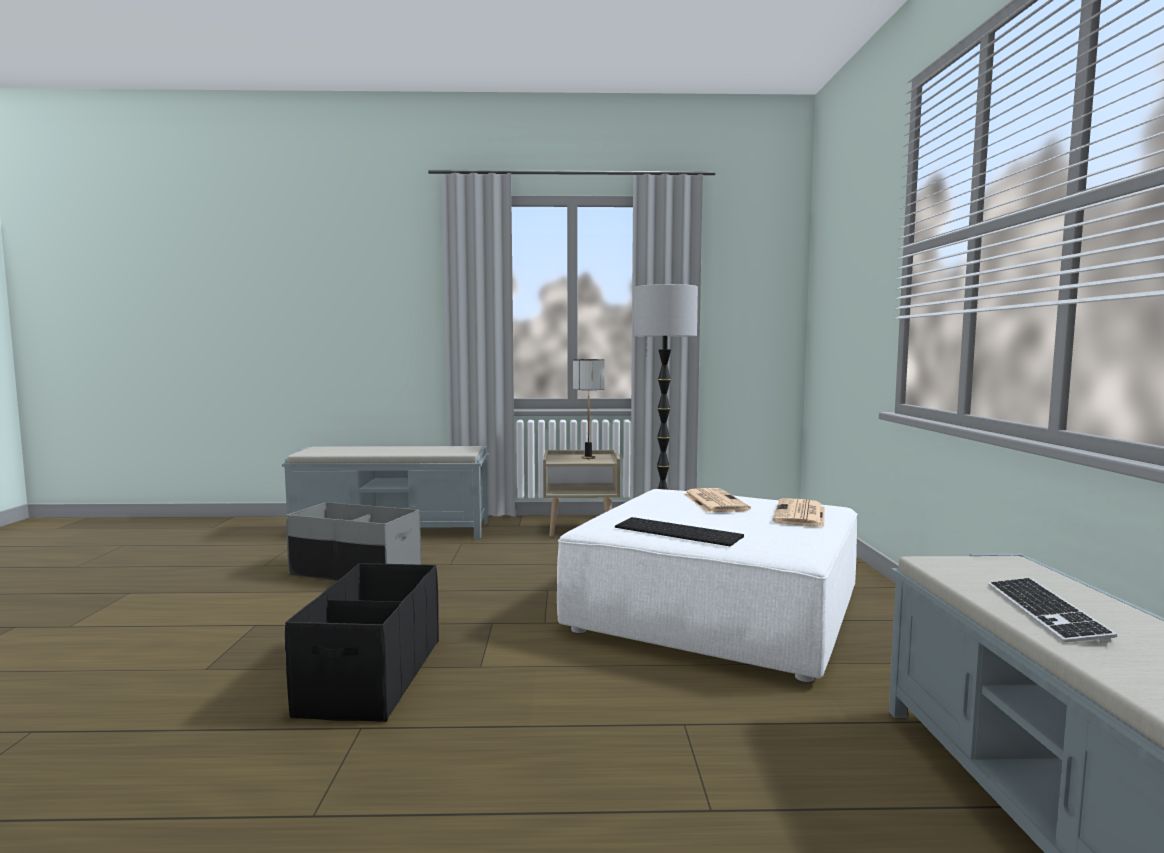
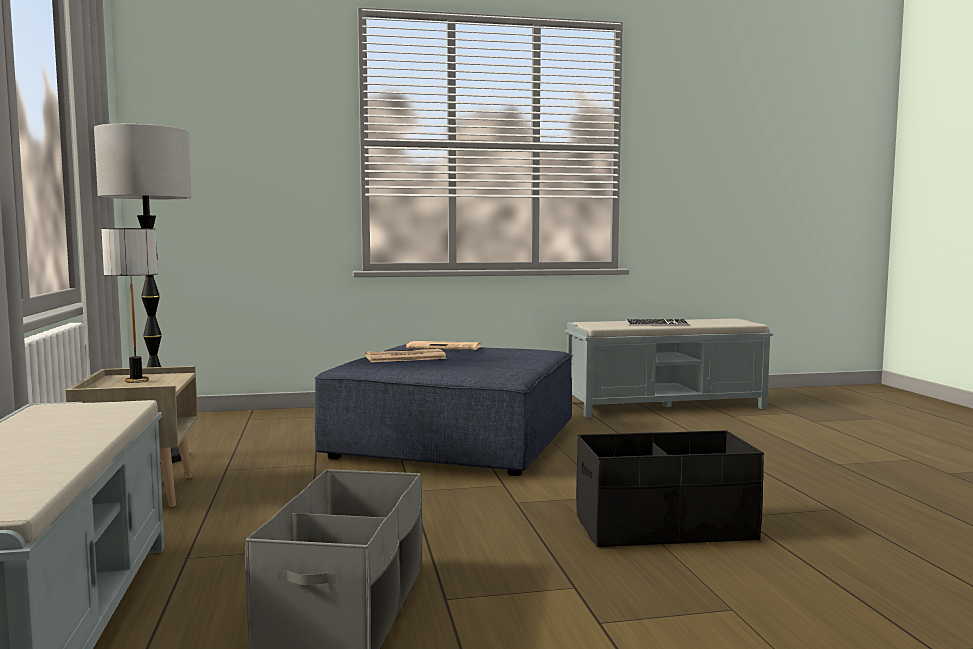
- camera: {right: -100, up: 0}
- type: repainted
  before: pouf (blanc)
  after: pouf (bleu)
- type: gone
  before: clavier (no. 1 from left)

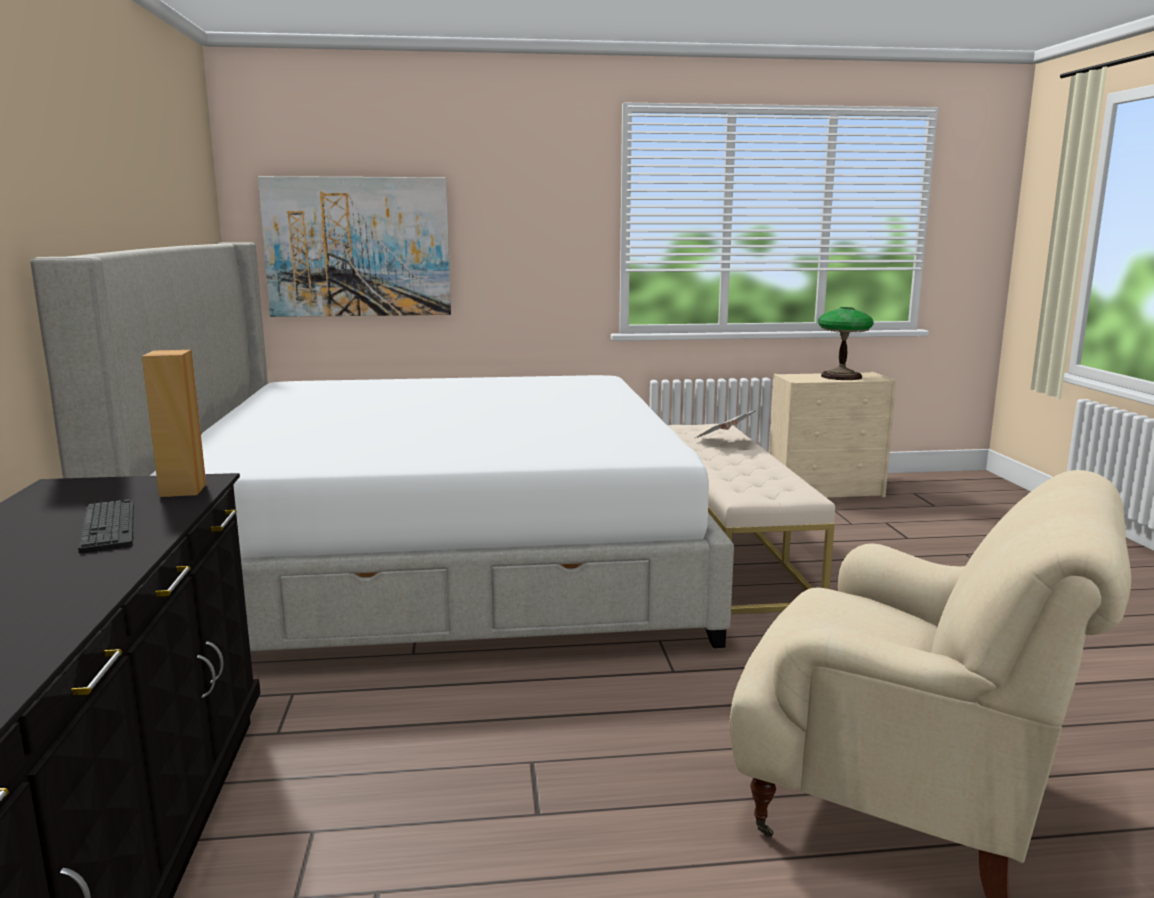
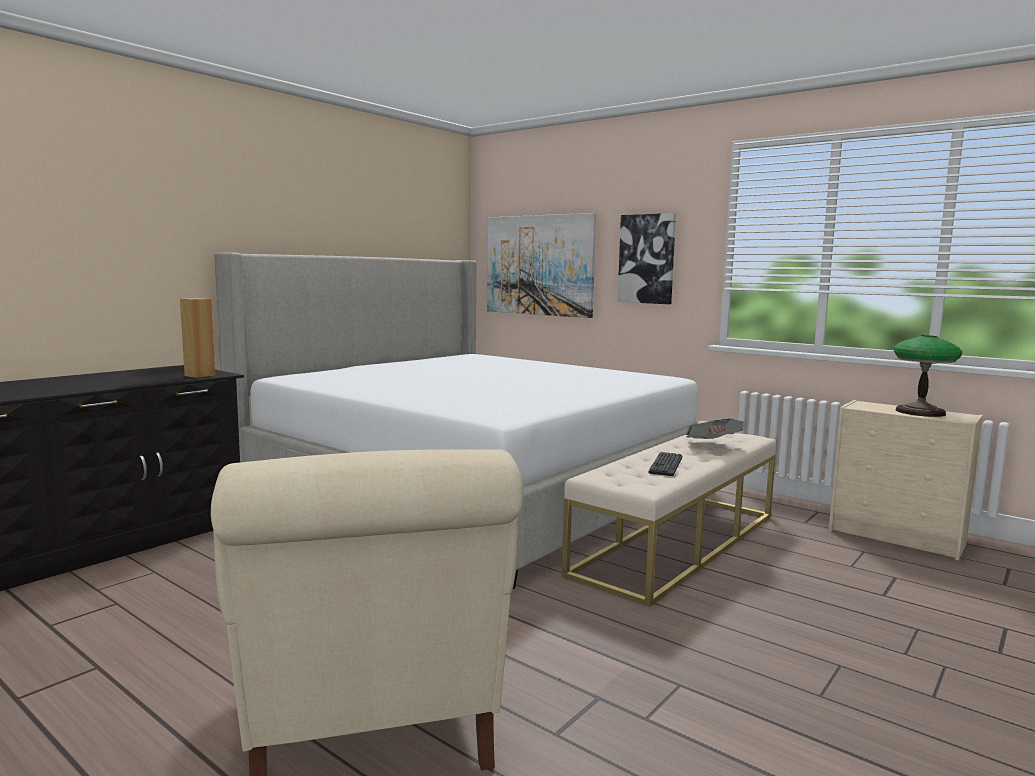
- camera: {right: 45, up: -5}
- type: shifted
  before: clavier
- type: new
  after: tableau (no. 2 from left)

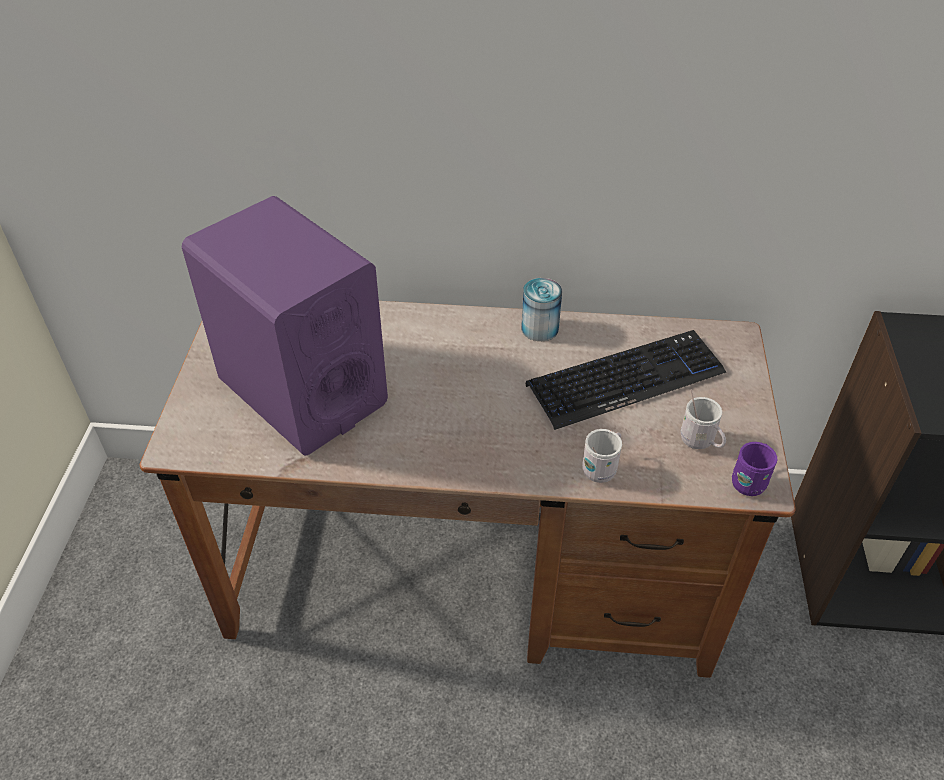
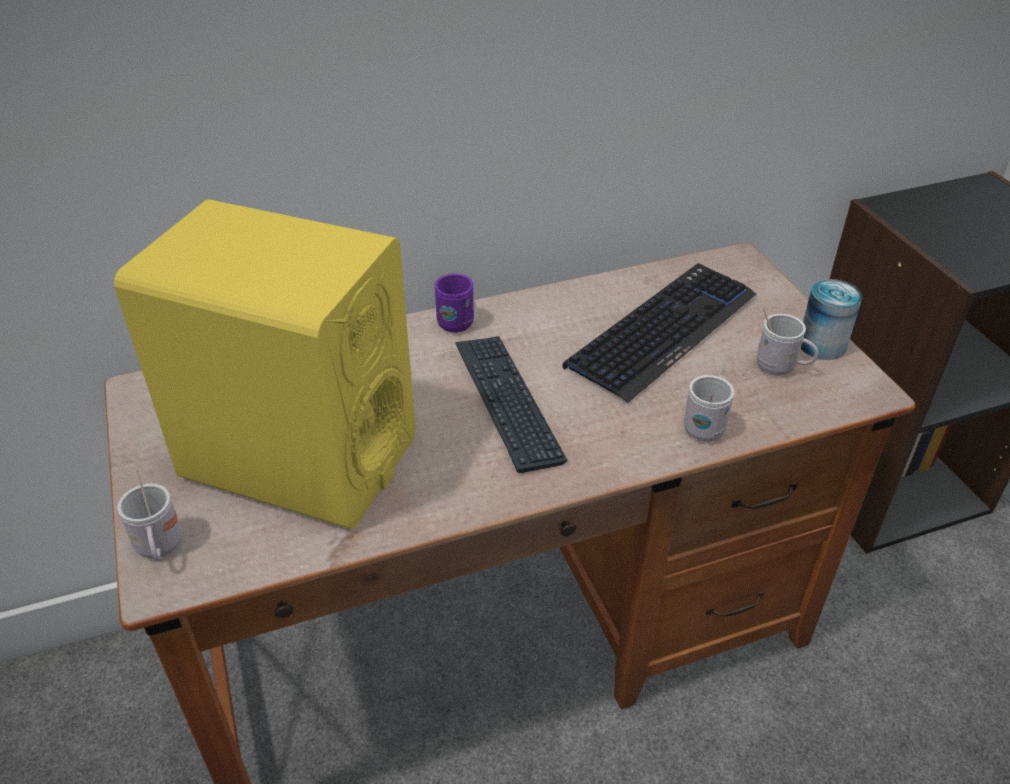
- camera: {right: -25, up: -5}
- type: repainted
  before: enceinte (violet)
  after: enceinte (jaune)
- type: shifted
  before: boîte métallique
- type: shifted
  before: mug (violet)
- type: new
  after: mug (blanc) (no. 1 from left)
- type: new
  after: clavier (no. 1 from left)

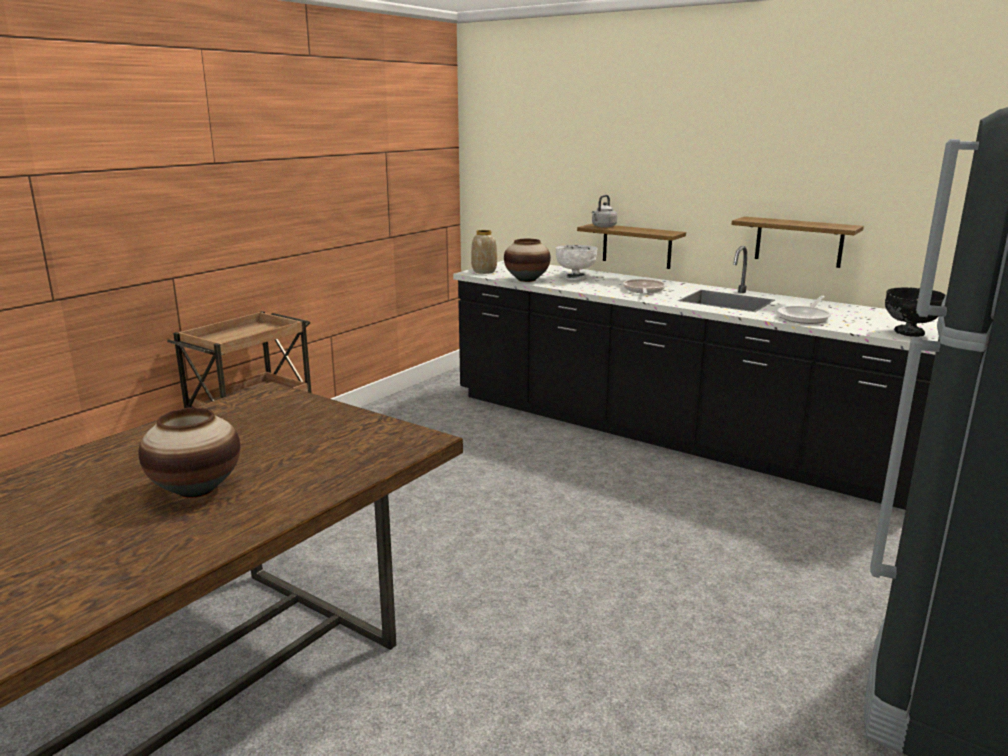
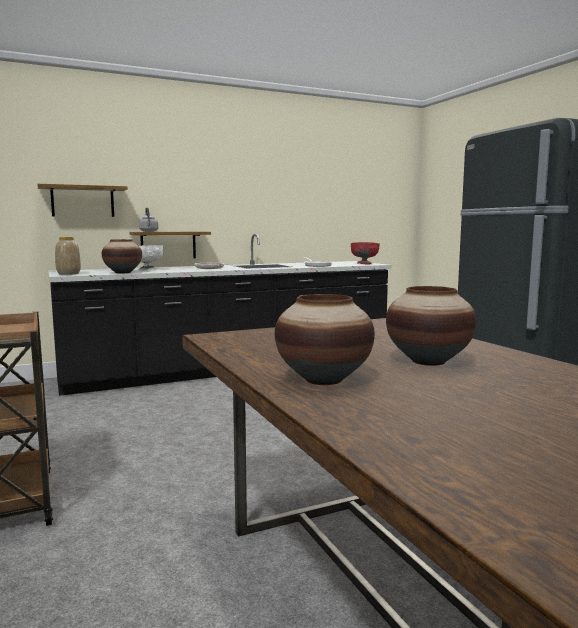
- camera: {right: -60, up: -10}
- type: shifted
  before: étagère (no. 2 from left in the first image)
  after: étagère (no. 1 from left)
- type: repainted
  before: bol (noir)
  after: bol (rouge)
- type: new
  after: vase (no. 3 from left)

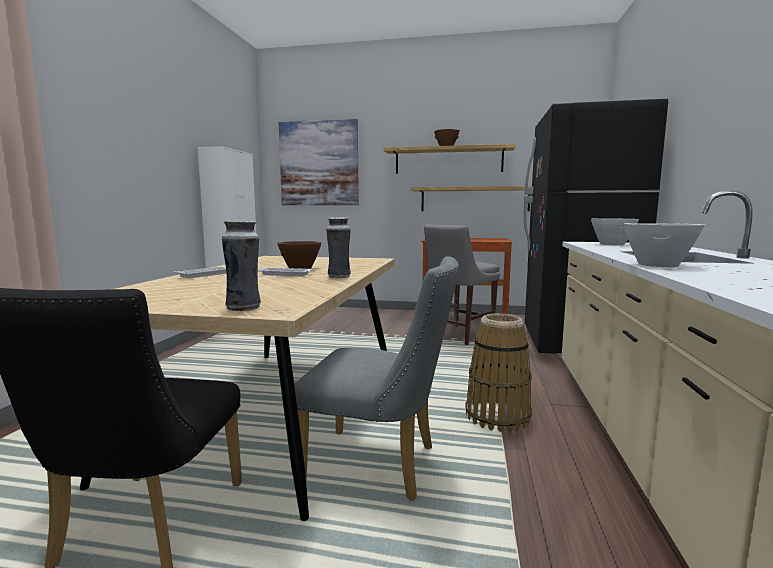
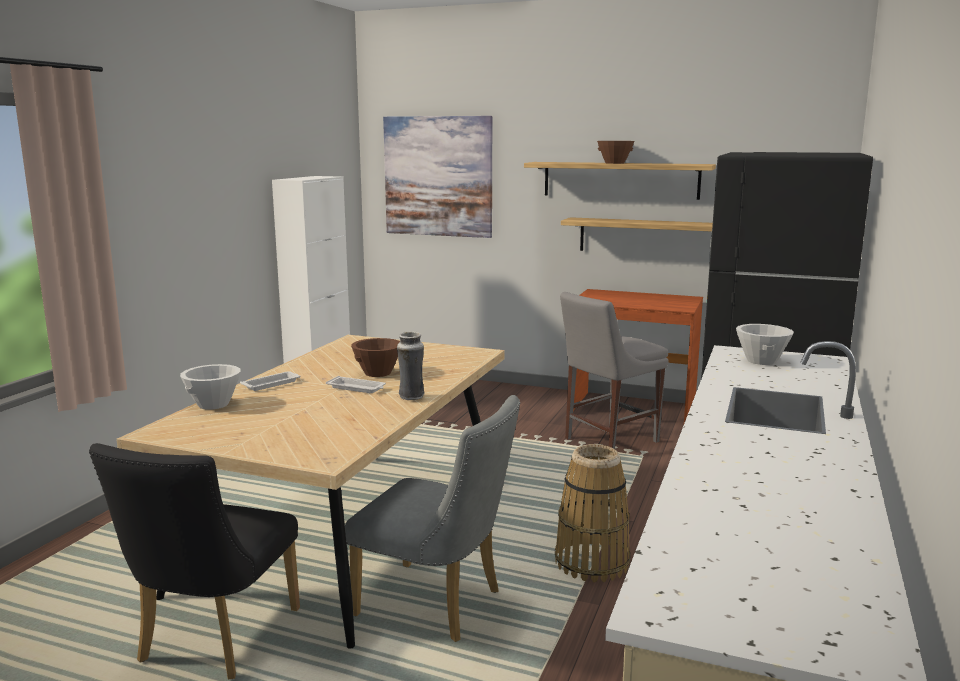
- camera: {right: 10, up: 5}
- type: gone
  before: vase (no. 1 from left)
- type: shifted
  before: bol (blanc) (no. 2 from left in the first image)
  after: bol (blanc) (no. 1 from left)

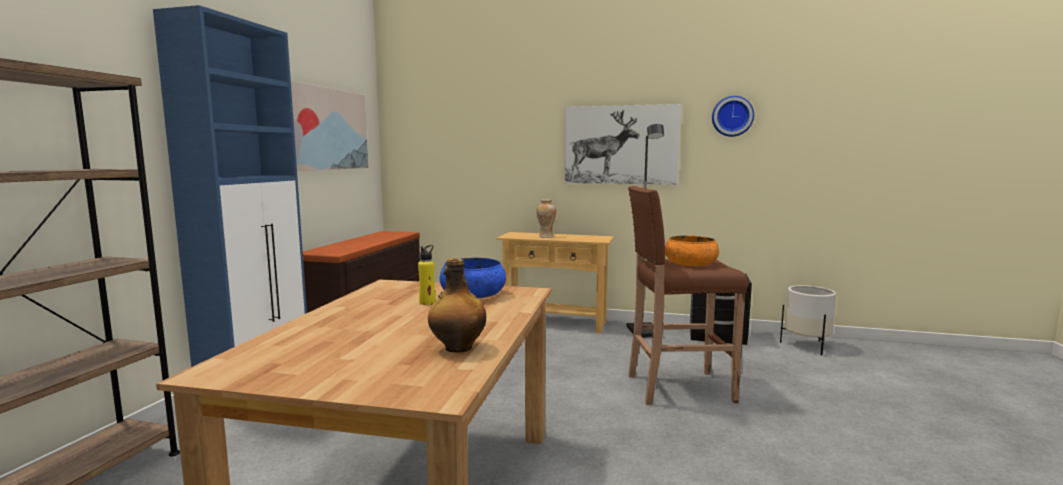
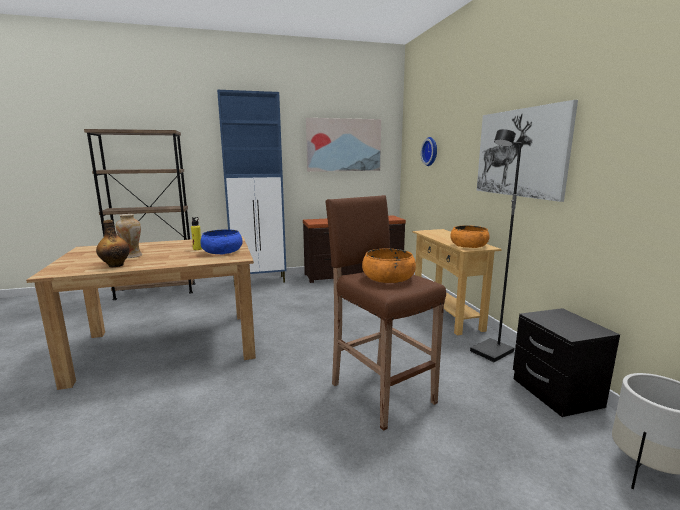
- camera: {right: 60, up: 5}
- type: shifted
  before: vase
- type: shifted
  before: horloge murale
- type: new
  after: bol (orange) (no. 2 from left)

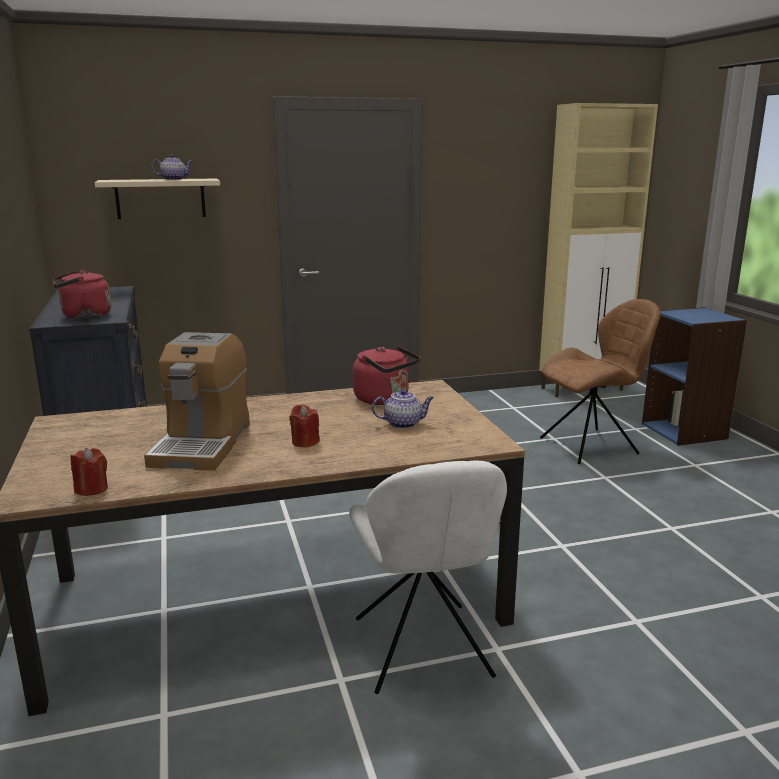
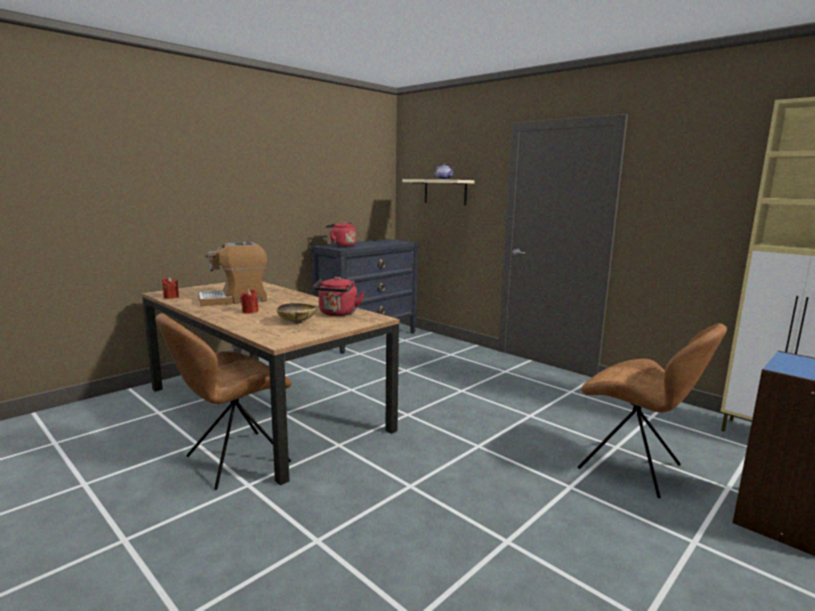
- camera: {right: 60, up: -5}
- type: repainted
  before: chaise (blanc)
  after: chaise (marron) (no. 1 from left)
- type: swapped
  before: théière (no. 2 from left)
  after: bol (beige)

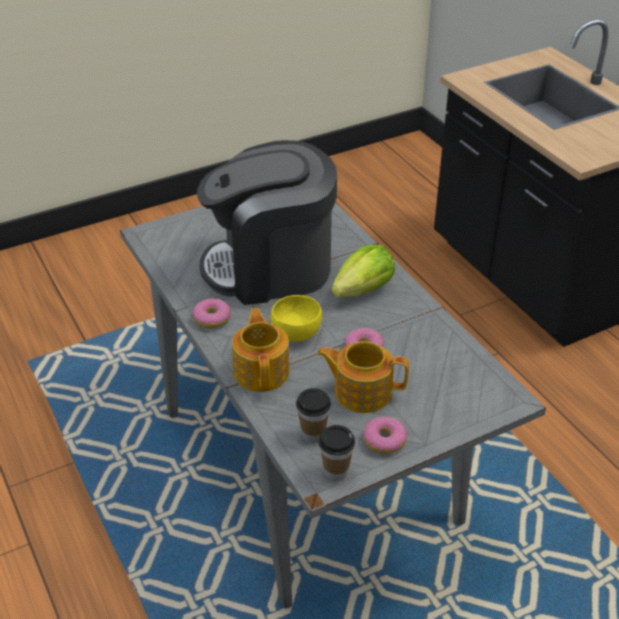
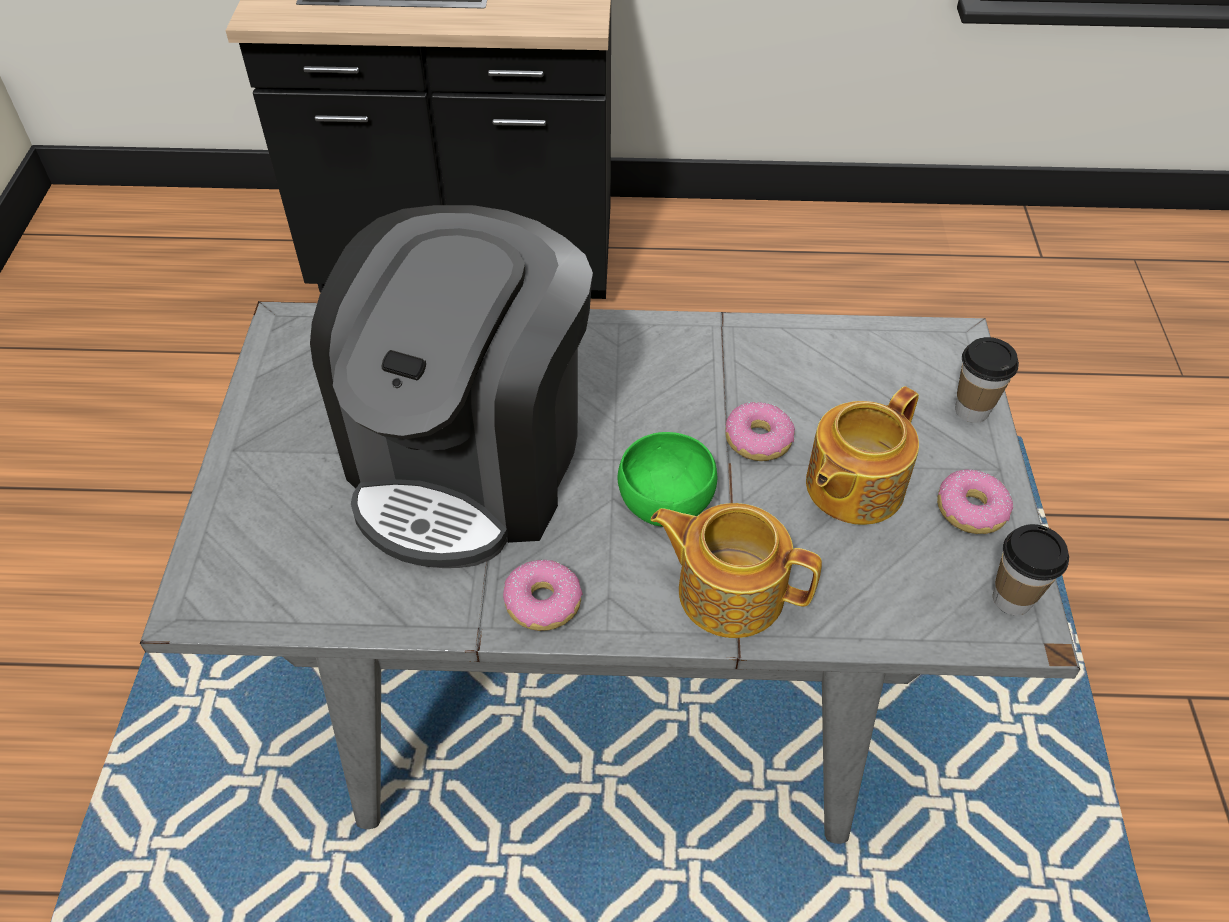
- camera: {right: -60, up: 10}
- type: repainted
  before: bol (jaune)
  after: bol (vert)
- type: shifted
  before: tasse (no. 1 from left)
- type: gone
  before: laitue

